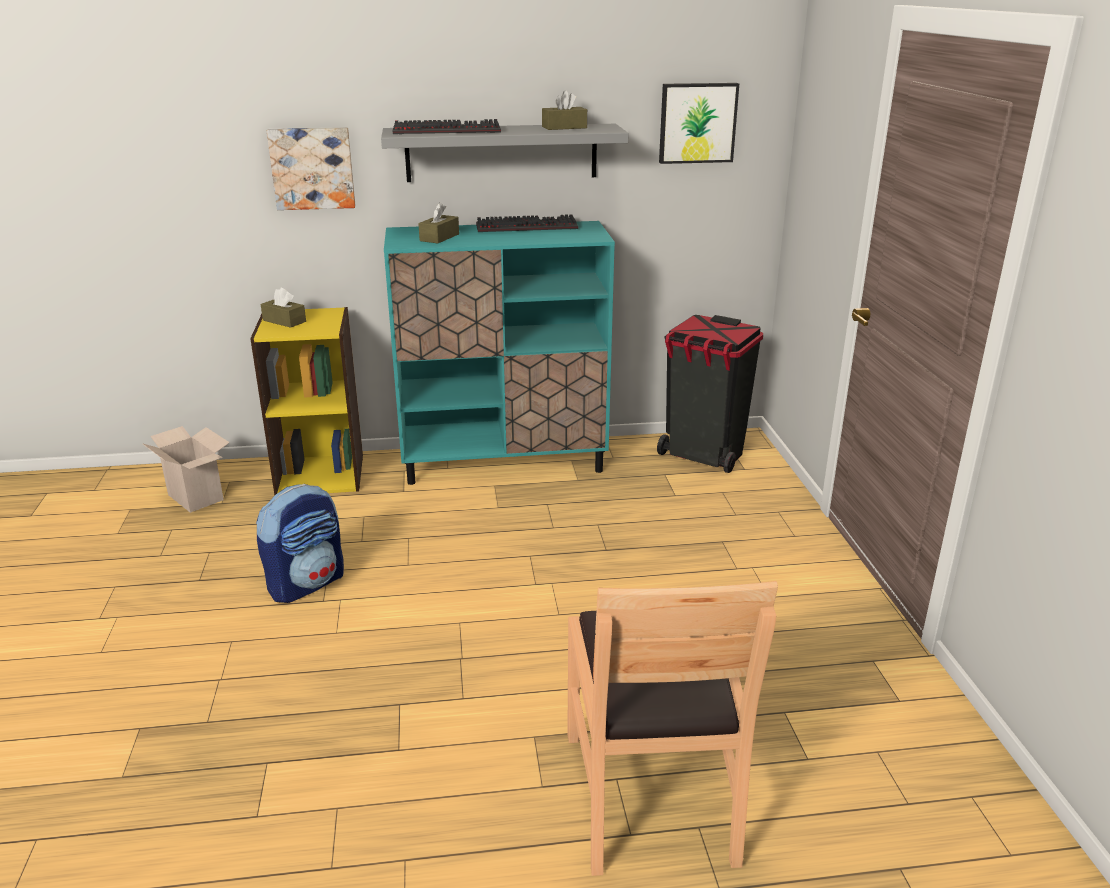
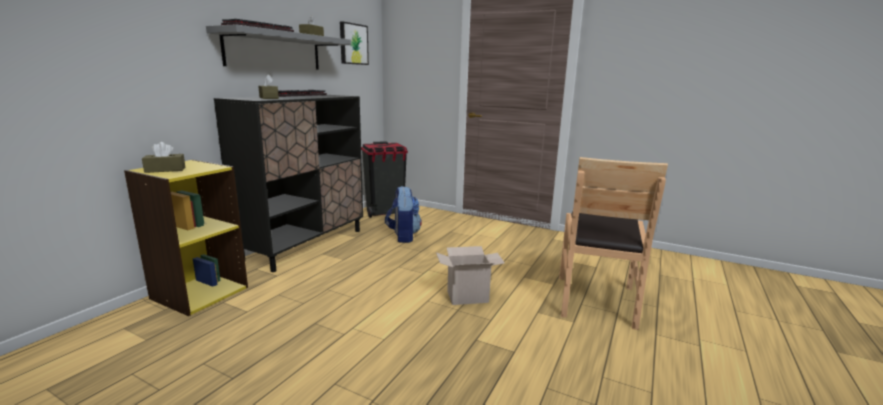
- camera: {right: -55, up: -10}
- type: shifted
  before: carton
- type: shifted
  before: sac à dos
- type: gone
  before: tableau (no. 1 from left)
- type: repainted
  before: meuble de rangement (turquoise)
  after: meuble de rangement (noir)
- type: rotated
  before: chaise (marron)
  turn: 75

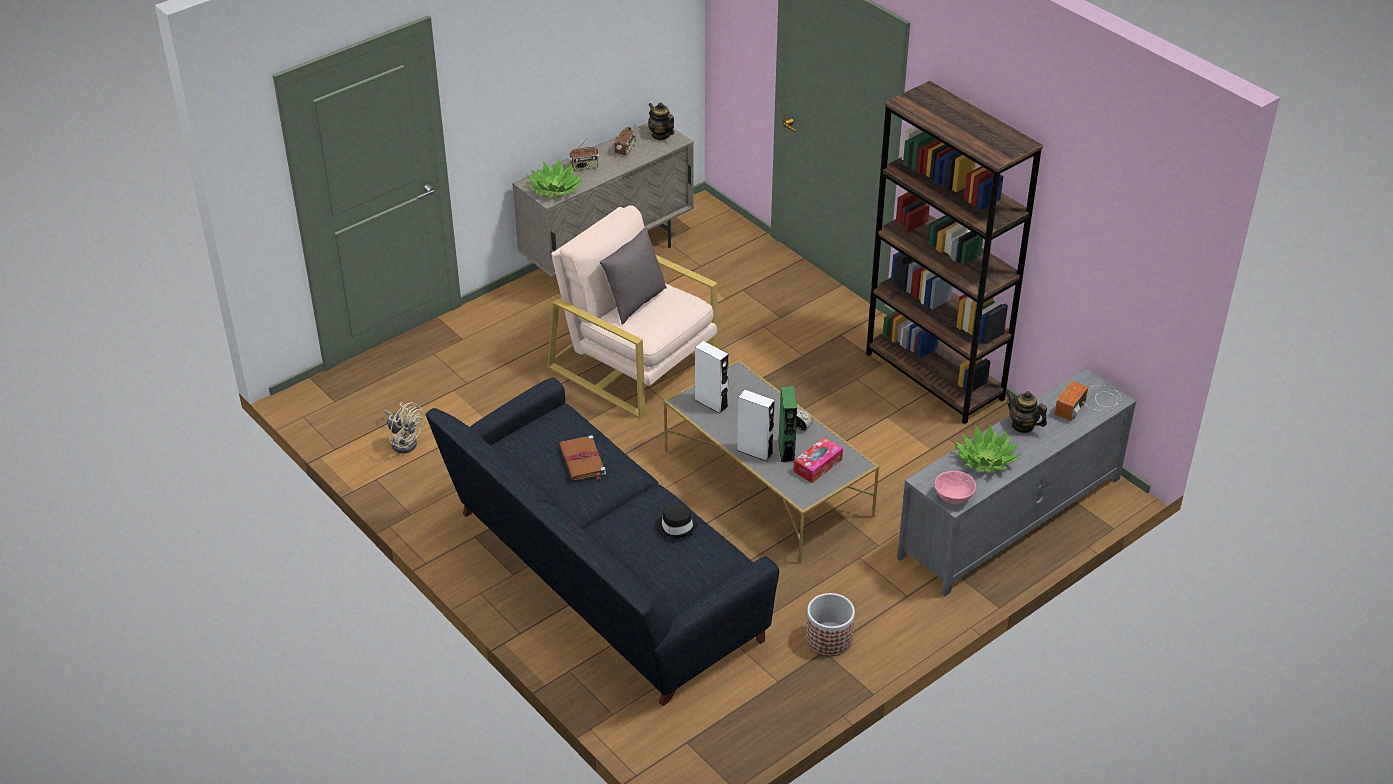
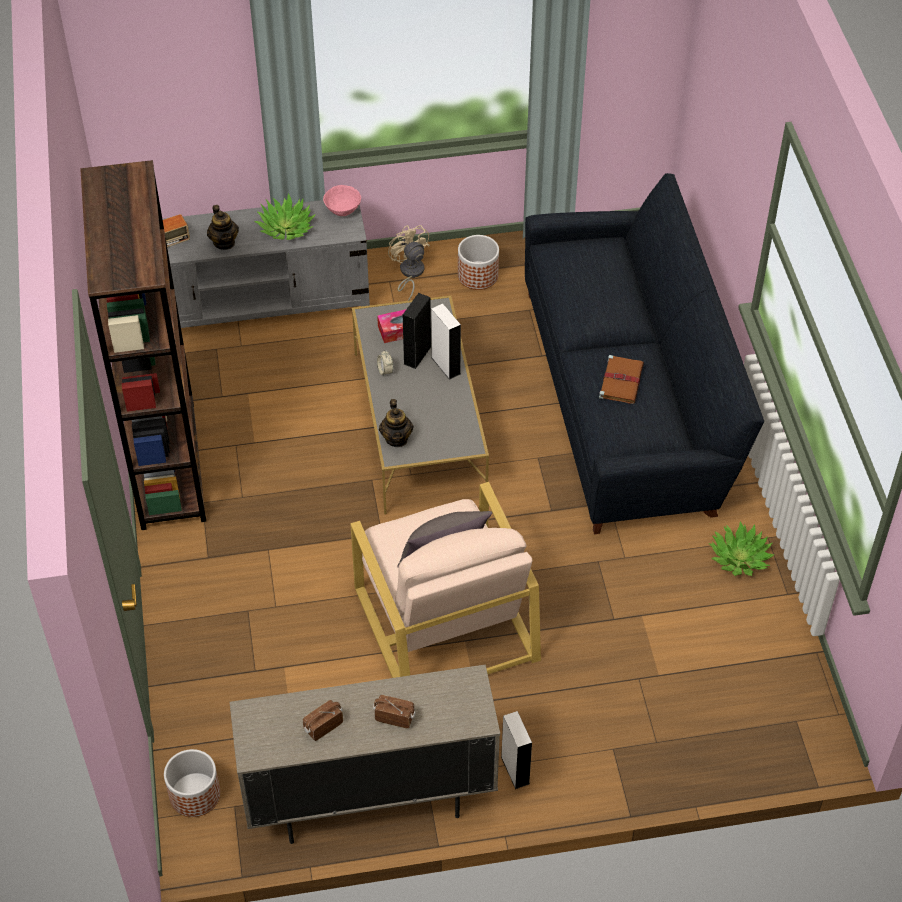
- camera: {right: -150, up: 10}
- type: shifted
  before: ventilateur (beige)
- type: shifted
  before: plante en pot (no. 1 from left in the first image)
  after: plante en pot (no. 2 from left)
- type: shifted
  before: théière (no. 1 from left in the first image)
  after: théière (no. 2 from left)
- type: gone
  before: chapeau (noir)
- type: shifted
  before: enceinte (blanc) (no. 1 from left in the first image)
  after: enceinte (blanc) (no. 2 from left)
- type: repainted
  before: enceinte (vert)
  after: enceinte (noir)
- type: new
  after: cache-pot (no. 1 from left)

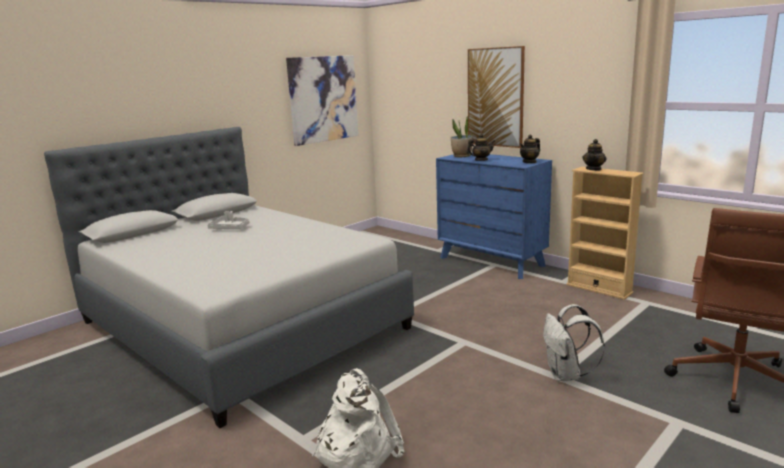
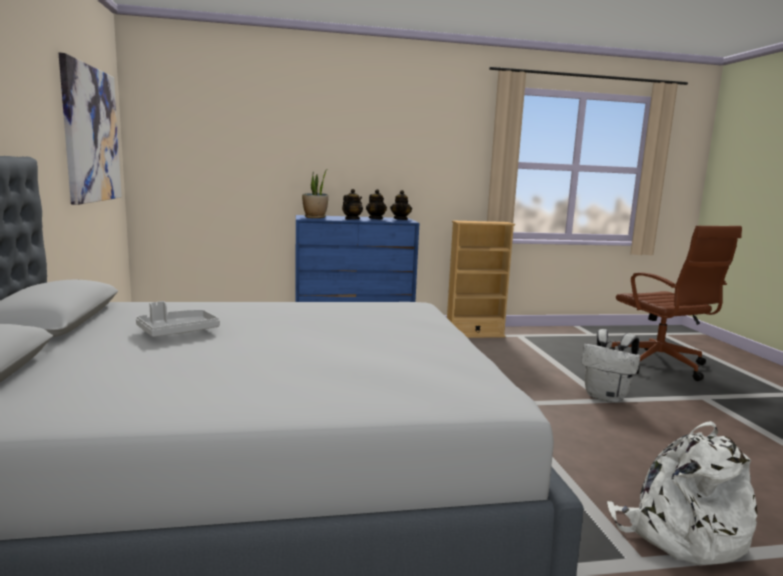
- camera: {right: -55, up: -5}
- type: gone
  before: tableau (no. 2 from left)
- type: shifted
  before: théière (no. 3 from left in the first image)
  after: théière (no. 2 from left)

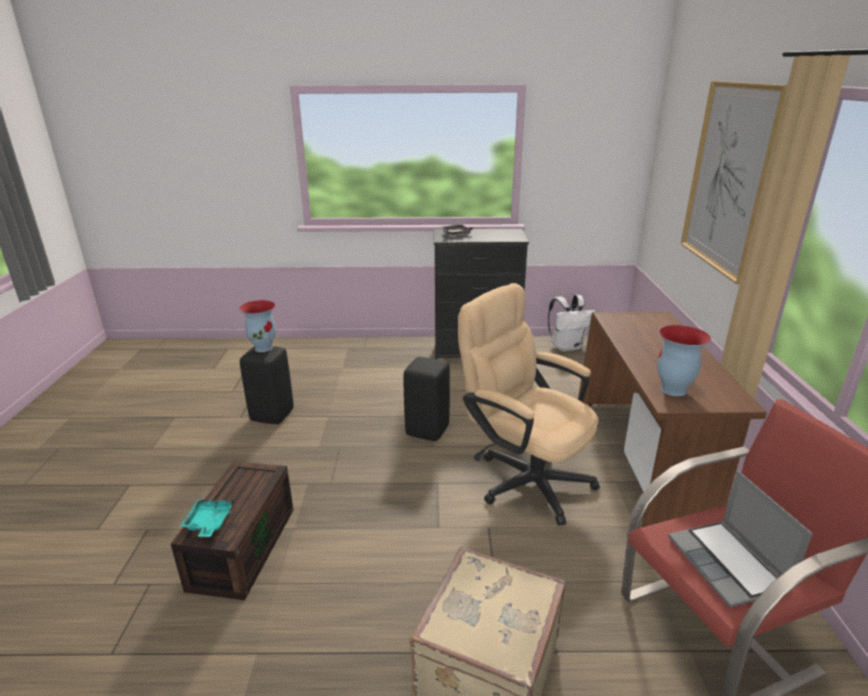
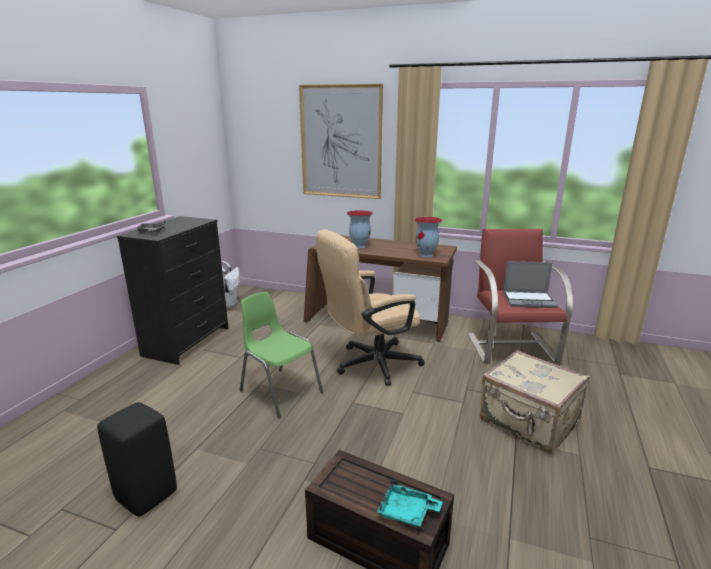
- camera: {right: -70, up: -5}
- type: shifted
  before: vase (no. 1 from left)
- type: swapped
  before: tabouret (noir) (no. 2 from left)
  after: chaise (vert)

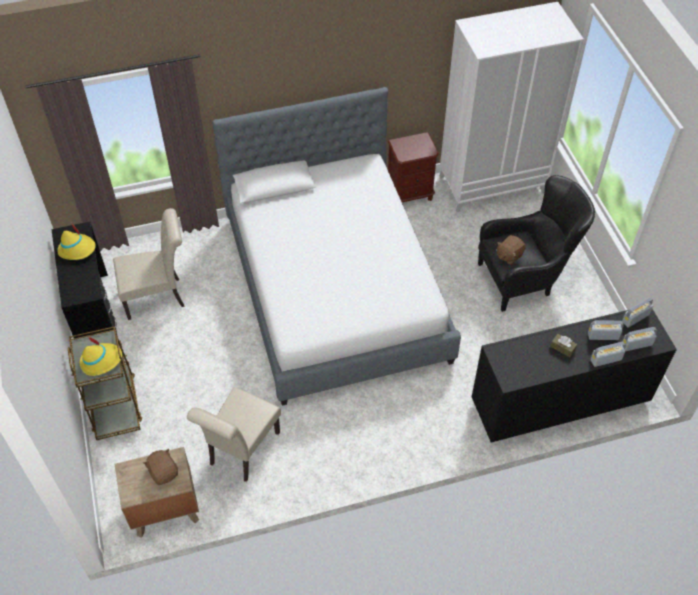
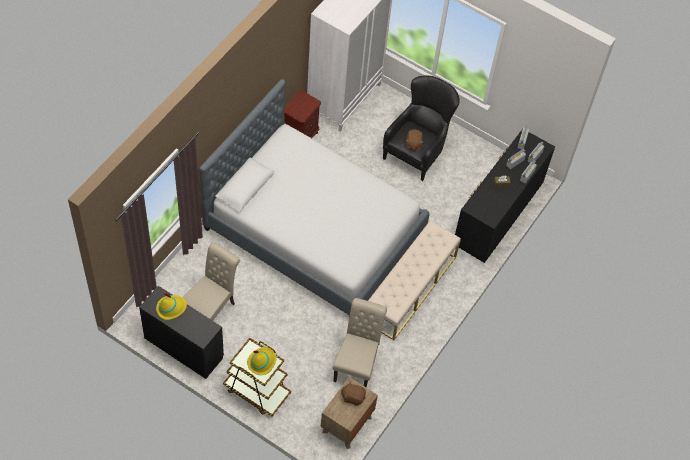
- camera: {right: -45, up: 5}
- type: rotated
  before: chaise (beige) (no. 2 from left)
  turn: -150
- type: new
  after: banc (beige)

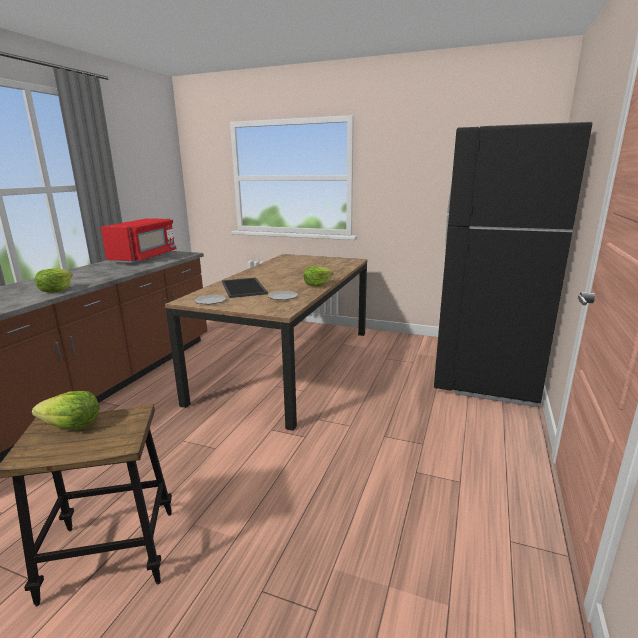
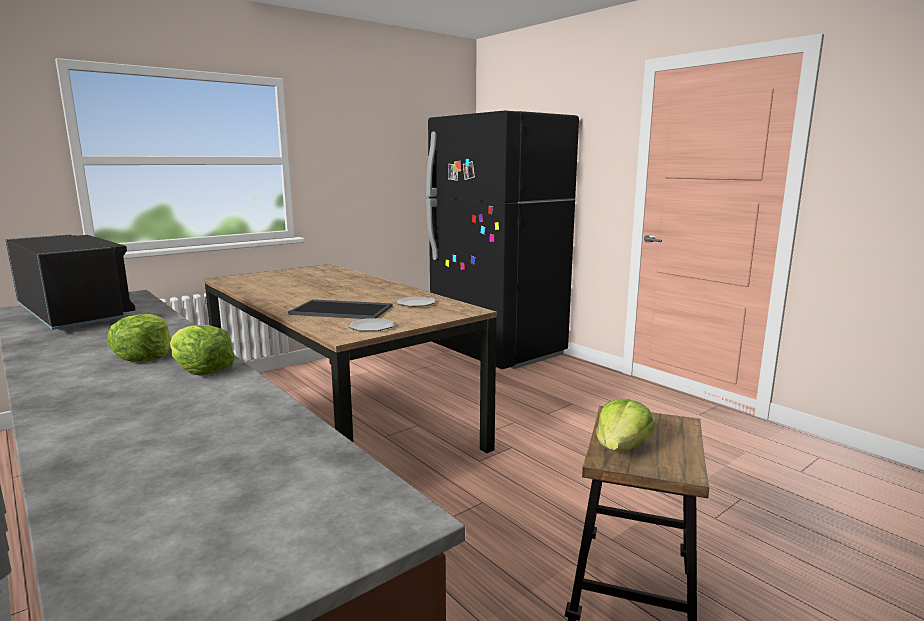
- camera: {right: -60, up: -5}
- type: repainted
  before: micro-ondes (rouge)
  after: micro-ondes (noir)
- type: shifted
  before: laitue (no. 3 from left in the first image)
  after: laitue (no. 1 from left)

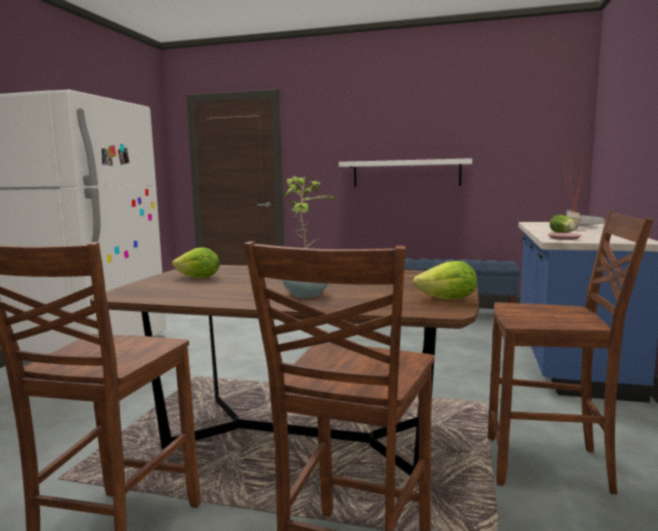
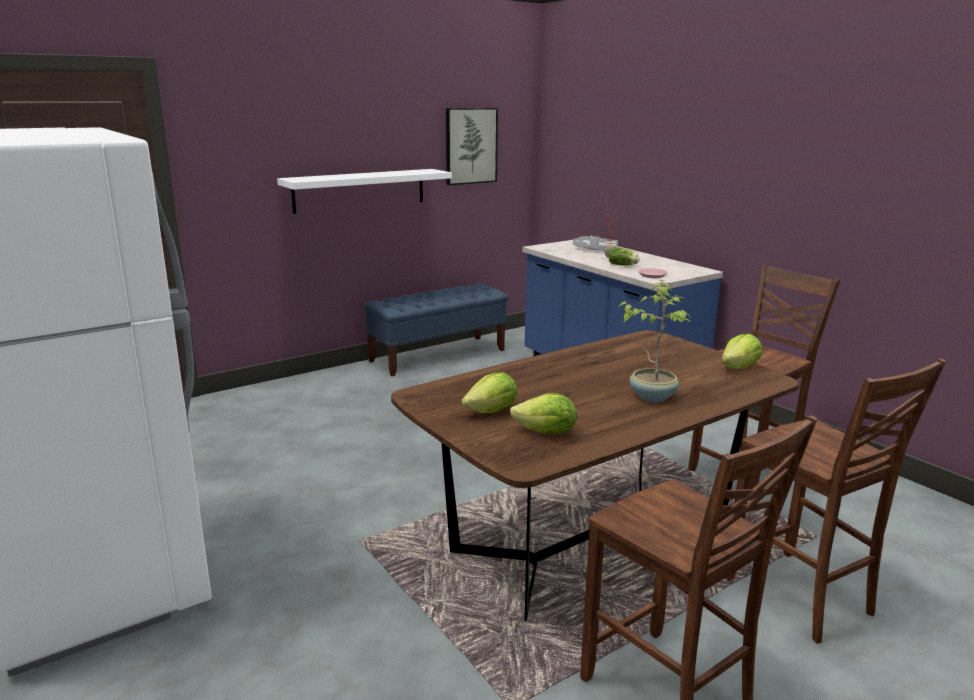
- camera: {right: -50, up: 10}
- type: new
  after: tableau
- type: new
  after: laitue (no. 2 from left)

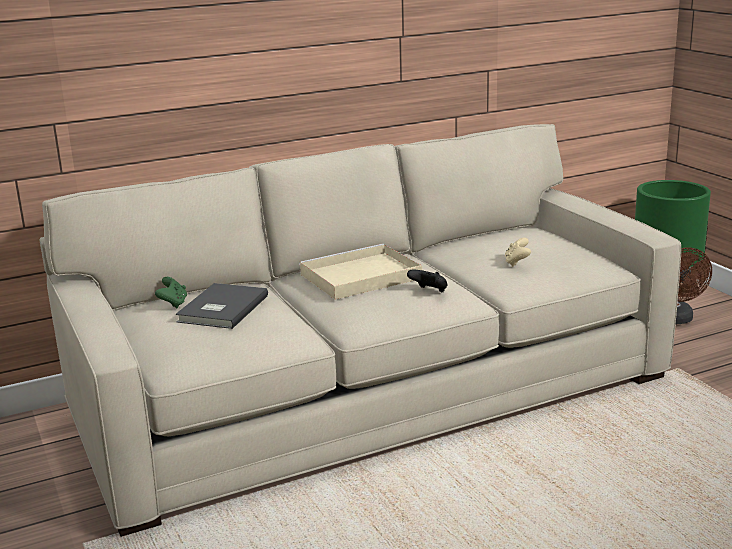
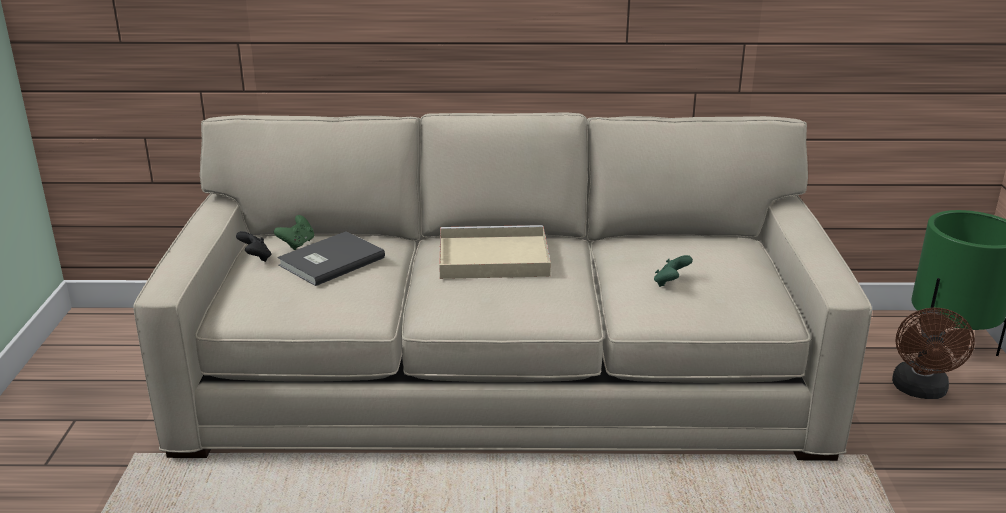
- camera: {right: 25, up: 5}
- type: shifted
  before: manette (noir)
- type: repainted
  before: manette (beige)
  after: manette (vert) (no. 2 from left)

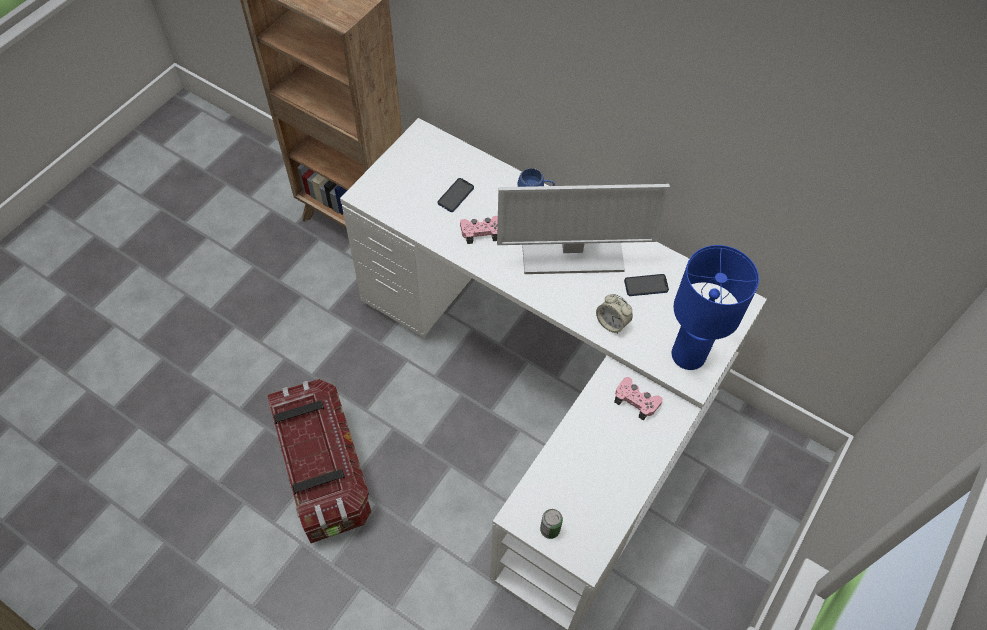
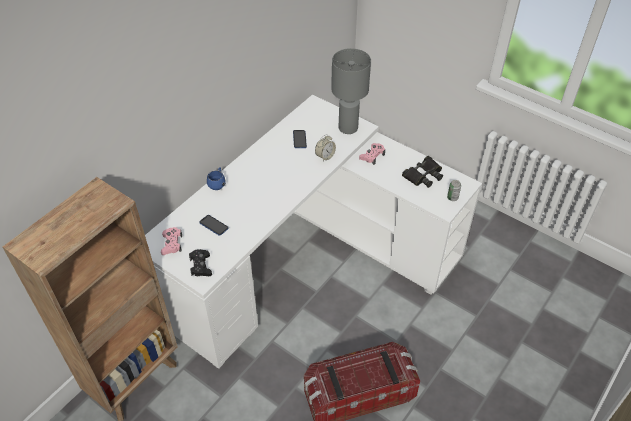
- camera: {right: -85, up: -10}
- type: shifted
  before: manette (rose) (no. 1 from left)
- type: gone
  before: écran d'ordinateur
- type: repainted
  before: lampe de table (bleu)
  after: lampe de table (gris)
- type: new
  after: manette (noir)
- type: new
  after: jumelles (noir)

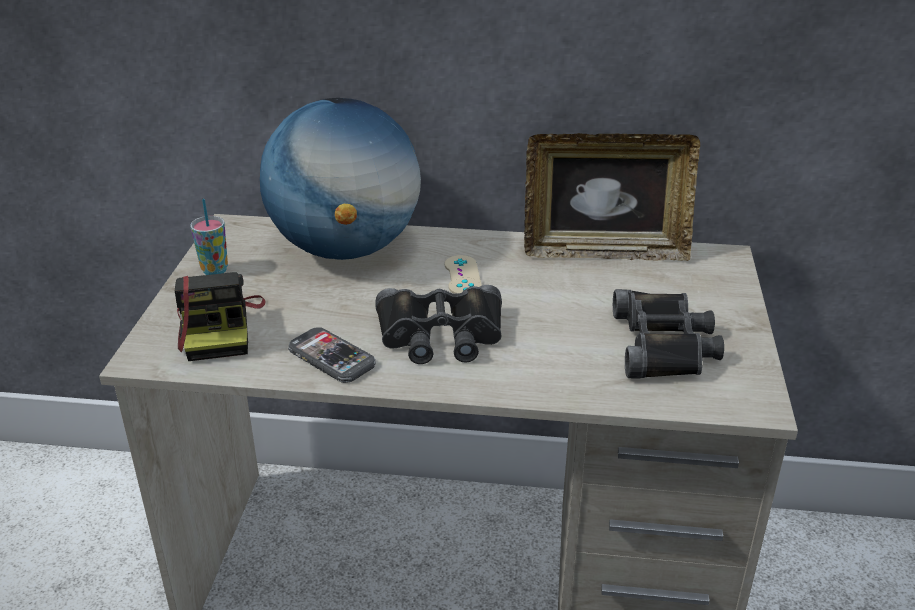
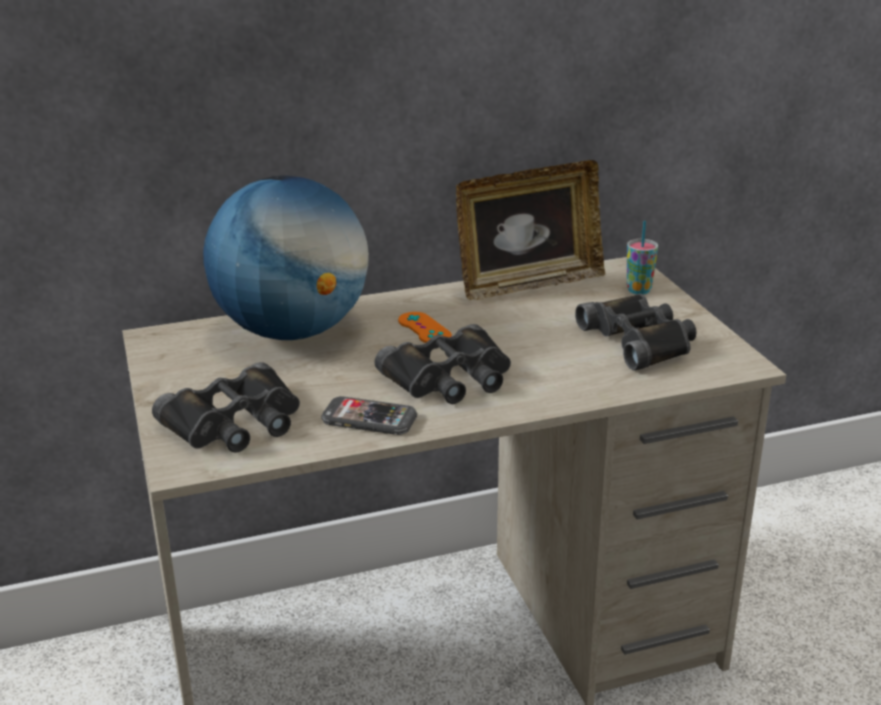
- camera: {right: -25, up: -5}
- type: swapped
  before: appareil photo
  after: jumelles (noir) (no. 1 from left)
- type: shifted
  before: tasse
- type: repainted
  before: manette (beige)
  after: manette (orange)

